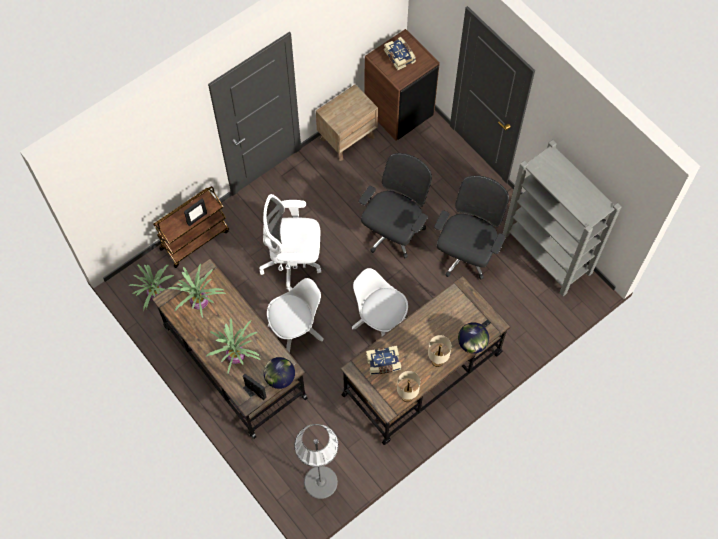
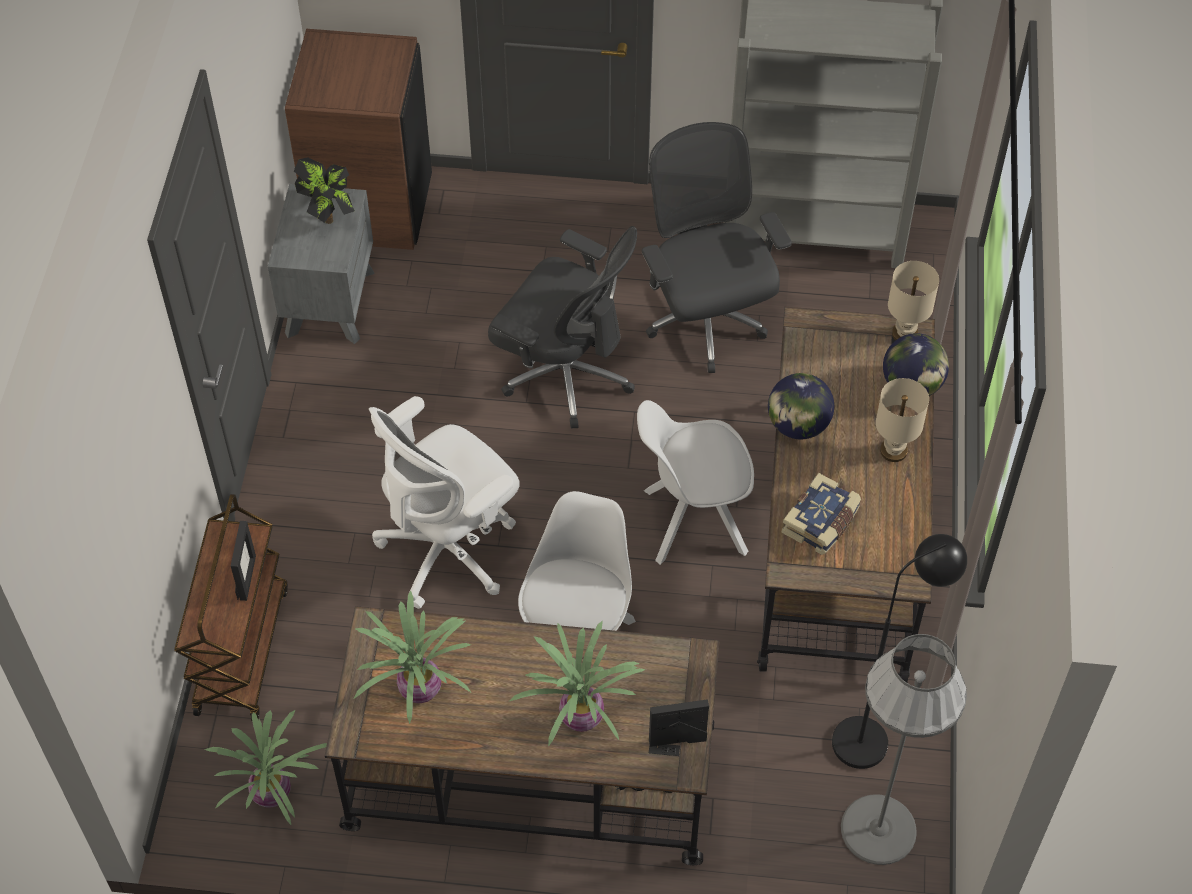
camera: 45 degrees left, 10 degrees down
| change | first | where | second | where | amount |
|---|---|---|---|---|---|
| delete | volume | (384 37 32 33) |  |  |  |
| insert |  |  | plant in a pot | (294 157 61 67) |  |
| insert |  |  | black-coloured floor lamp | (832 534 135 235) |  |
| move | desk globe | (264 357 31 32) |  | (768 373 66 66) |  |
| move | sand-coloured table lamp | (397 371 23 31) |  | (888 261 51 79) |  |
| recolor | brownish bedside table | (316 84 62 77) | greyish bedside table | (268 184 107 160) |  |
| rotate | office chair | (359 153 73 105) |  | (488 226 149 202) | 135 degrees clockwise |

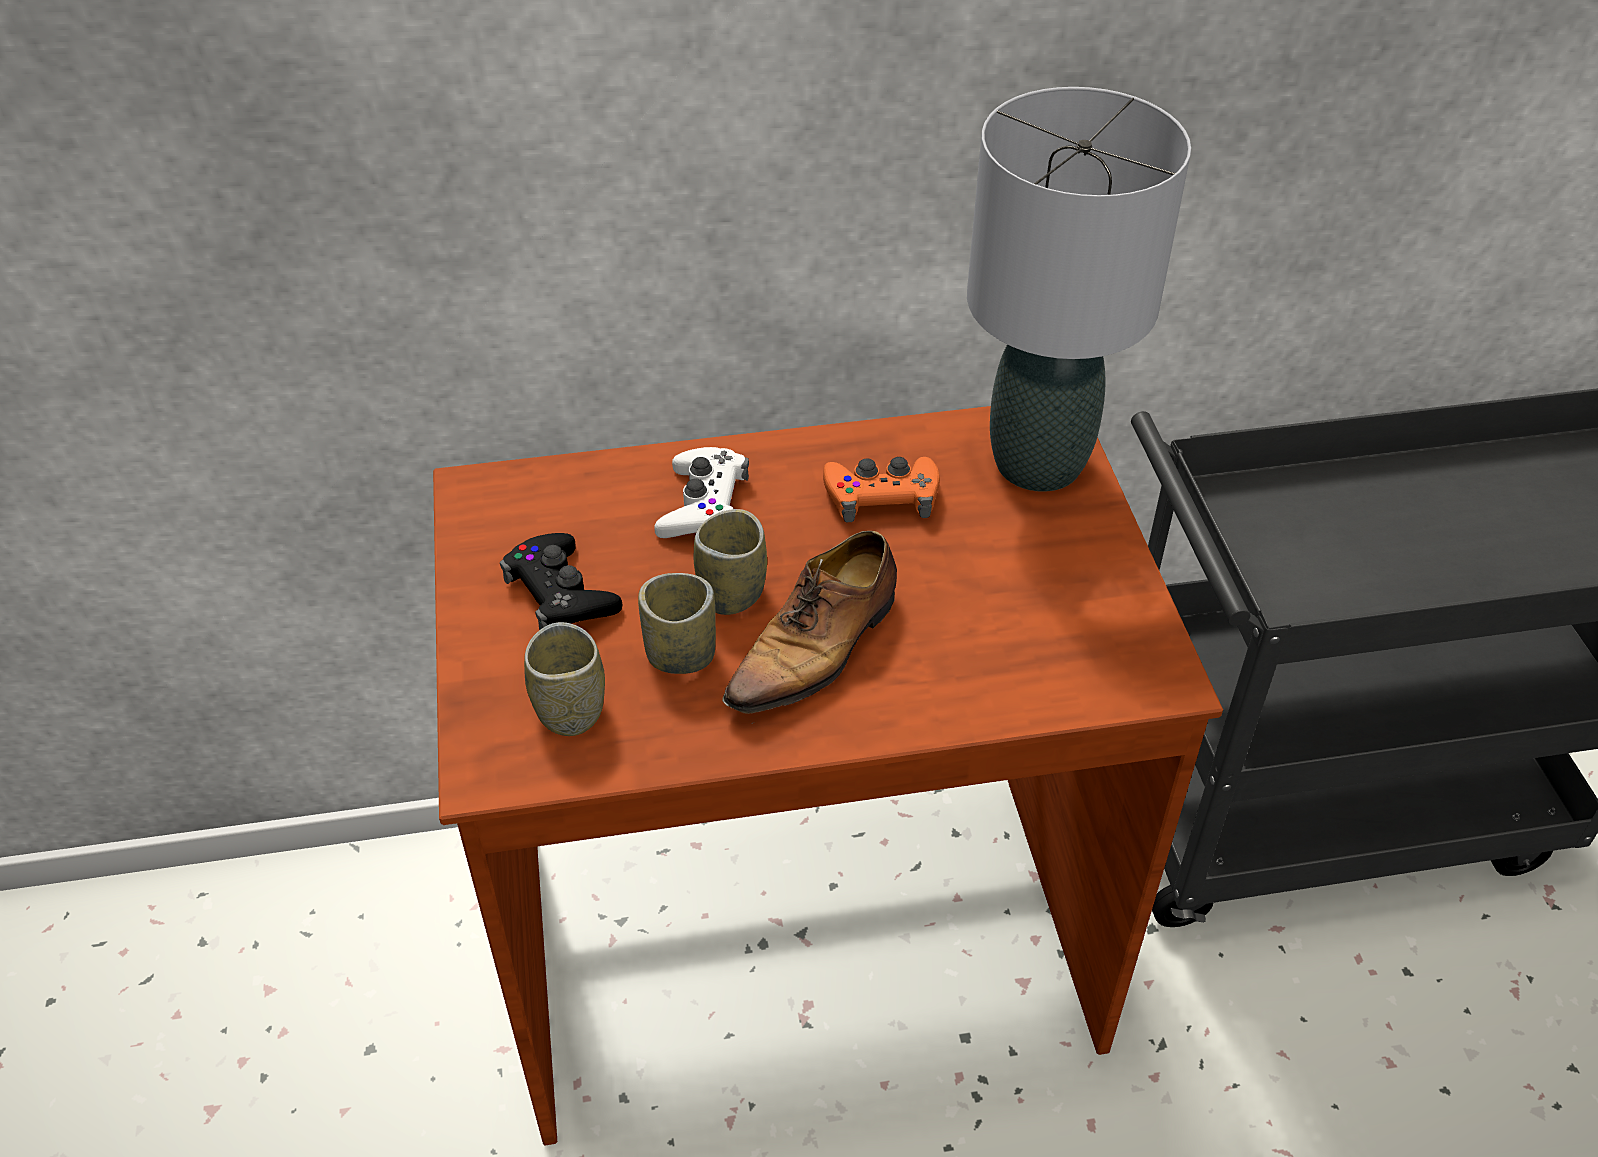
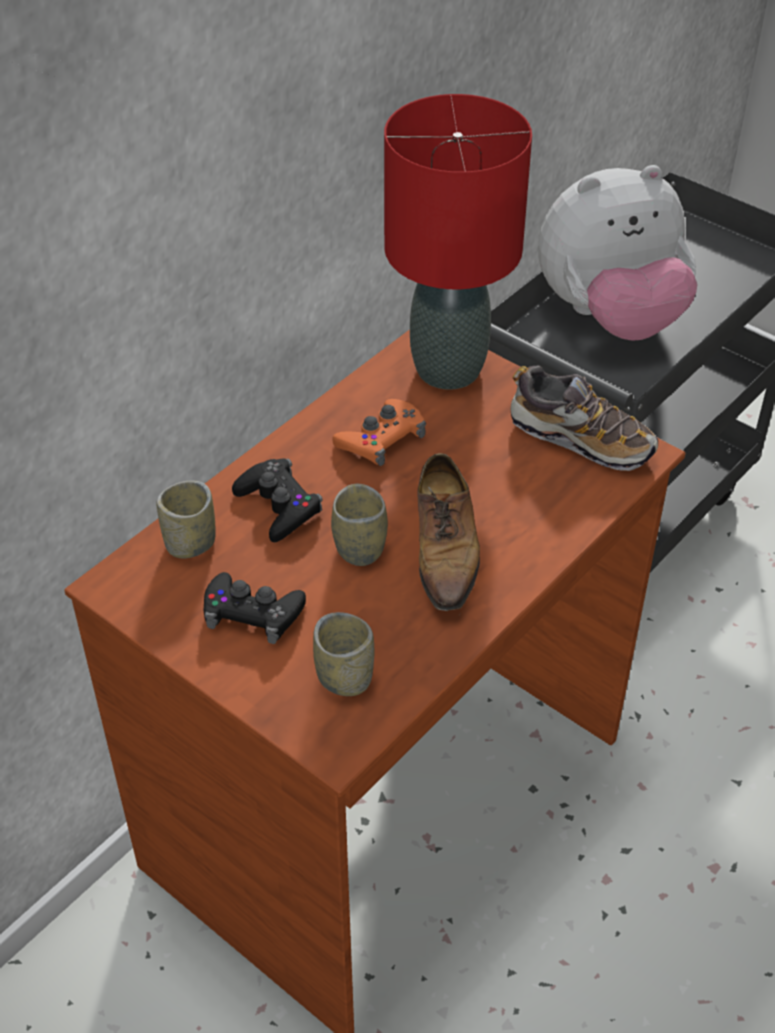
camera: 40 degrees left, 0 degrees up
| change | first | where | second | where | amount |
|---|---|---|---|---|---|
| insert |  |  | shoe | (511 366 147 105) |  |
| insert |  |  | plush toy | (538 165 159 176) |  |
| move | drinking cup | (638 573 78 101) |  | (157 481 59 77) |  |
| recolor | white-coloured joypad | (654 447 95 91) | black-coloured joypad | (232 458 91 84) |  |
| recolor | greyish table lamp | (967 87 224 405) | red table lamp | (384 94 148 296) |  |

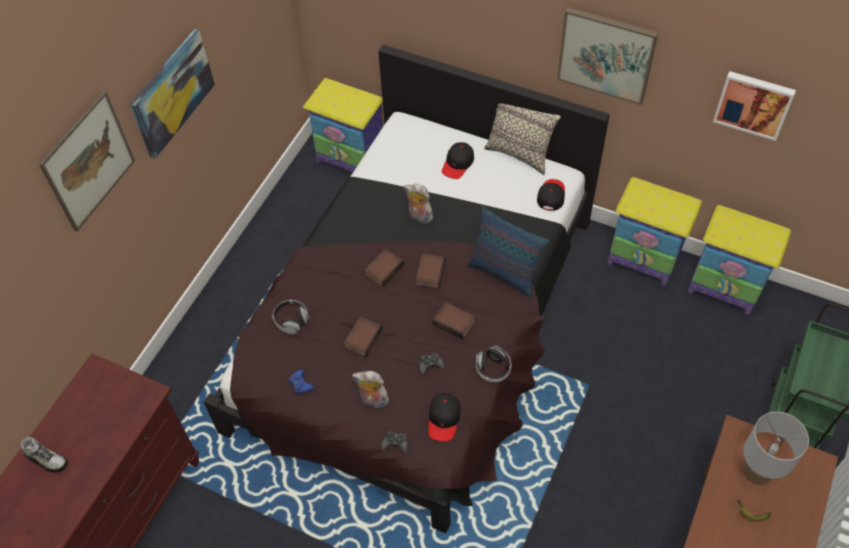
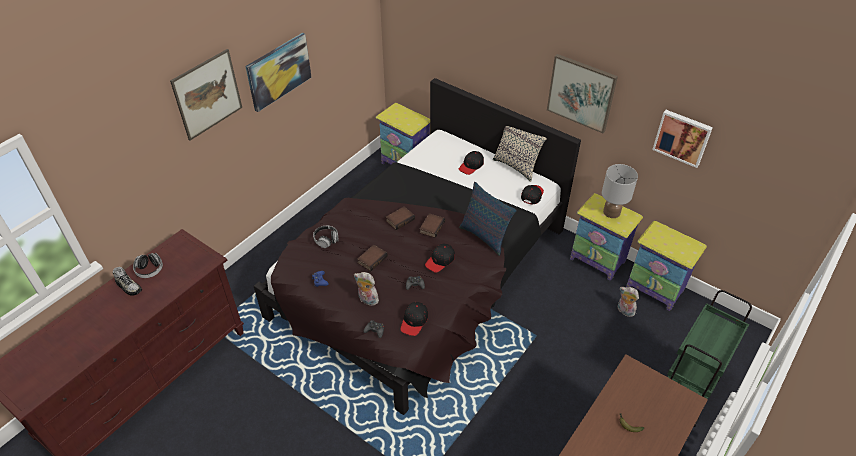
camera: 10 degrees right, 10 degrees down
| change | first | where | second | where | amount |
|---|---|---|---|---|---|
| move | plush toy | (404 184 29 39) |  | (618 287 21 30) |  |
| move | headphones | (475 345 36 37) |  | (133 253 30 25) |  |
| move | greyish table lamp | (743 412 66 73) |  | (602 164 36 54) |  |
| replace | volume | (433 302 42 37) | black-coloured cap | (425 244 30 29) |  |

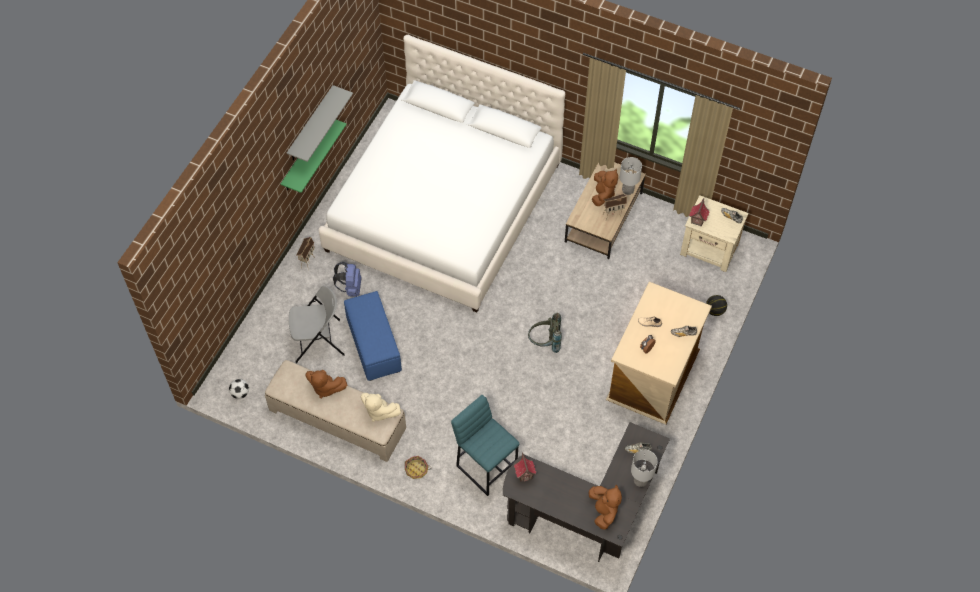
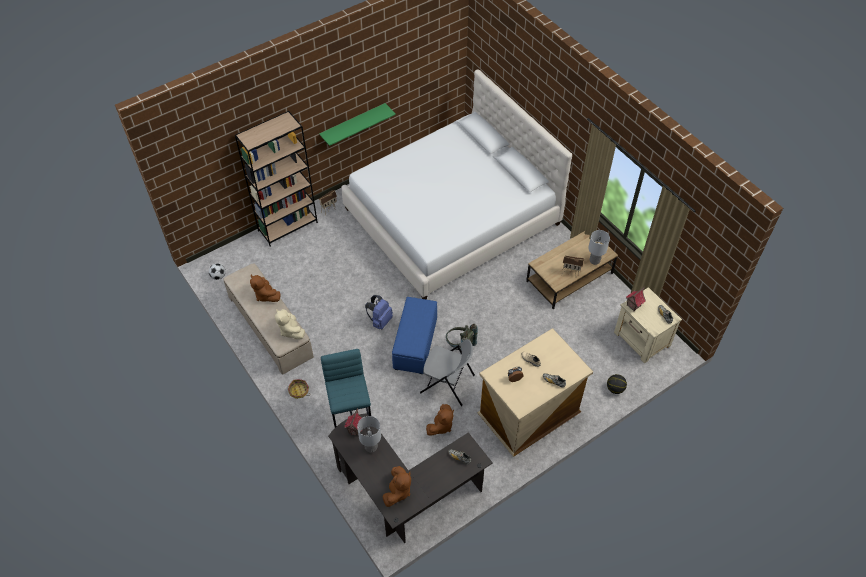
camera: 30 degrees right, 5 degrees down
| change | first | where | second | where | amount |
|---|---|---|---|---|---|
| delete | greyish shelf | (287 85 66 77) |  |  |  |
| insert |  |  | sand-coloured bookshelf | (235 111 83 136) |  |
| move | greyish upright chair | (289 286 56 77) |  | (420 339 55 68) |  |
| move | blue-coloured rucksack | (333 262 28 35) |  | (365 295 28 34) |  |
| move | blue-coloured footrest | (344 291 58 90) |  | (392 297 45 77) |  |
| move | brownish plush toy | (592 169 26 37) |  | (426 404 28 32) |  |
| move | greyish table lamp | (631 450 26 37) |  | (357 416 24 36) |  |

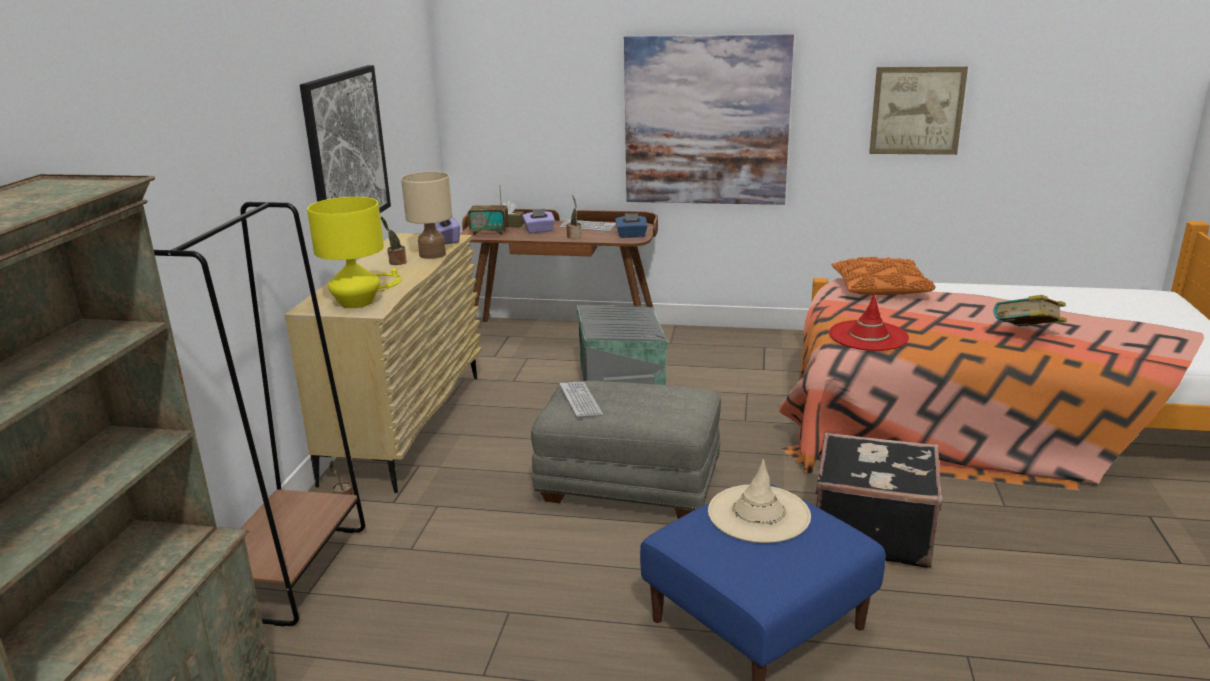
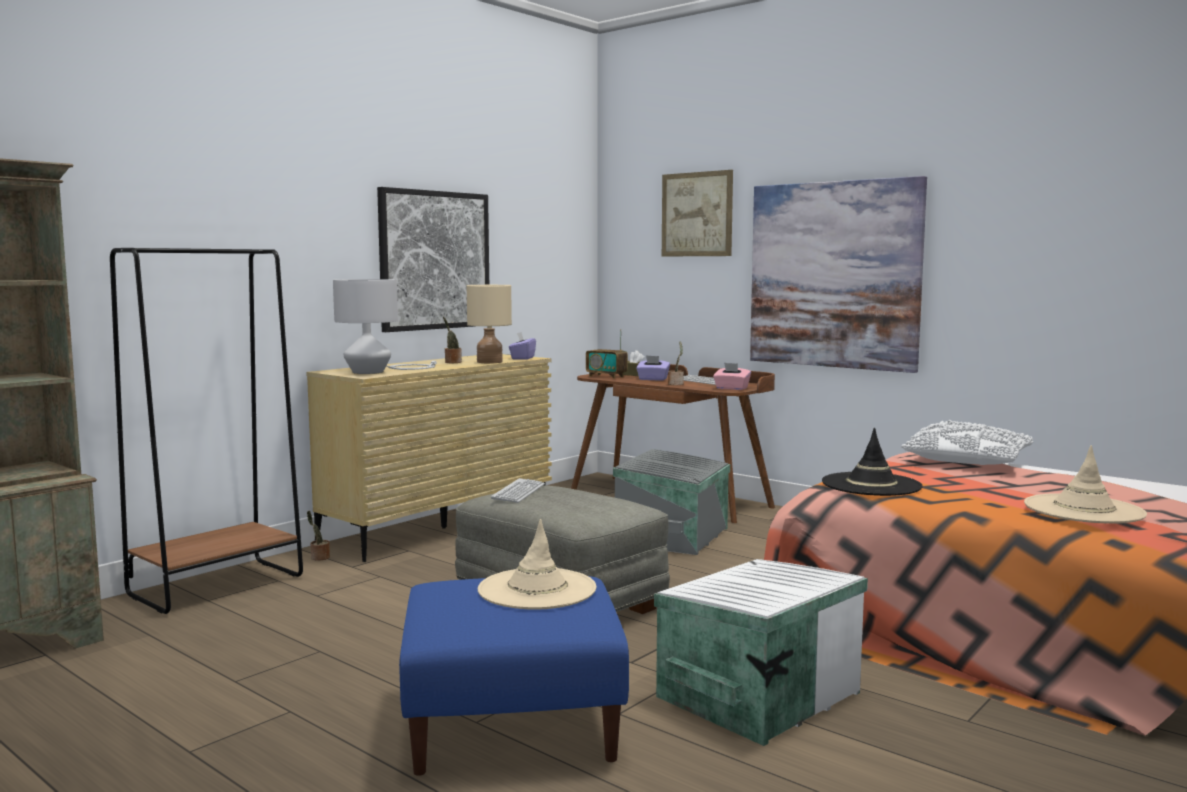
camera: 30 degrees right, 15 degrees down
| change | first | where | second | where | amount |
|---|---|---|---|---|---|
| move | wall picture | (869 66 99 89) |  | (662 170 71 86) |  |
| replace | black-coloured piece of luggage | (816 432 127 136) | white-coloured storage container | (654 559 214 187) |  |
| replace | volume | (993 295 74 31) | sand-coloured hat | (1024 445 123 79) |  |
| recolor | yellow-coloured table lamp | (307 197 95 111) | greyish table lamp | (333 279 104 95) |  |
| recolor | blue-coloured tissue holder | (615 213 33 25) | pink-coloured tissue holder | (713 363 38 27) |  |
| recolor | red hat | (829 293 80 58) | black-coloured hat | (822 427 101 69) |  |
| recolor | orange throw pillow | (831 257 104 38) | white-coloured throw pillow | (901 420 132 45) |  |

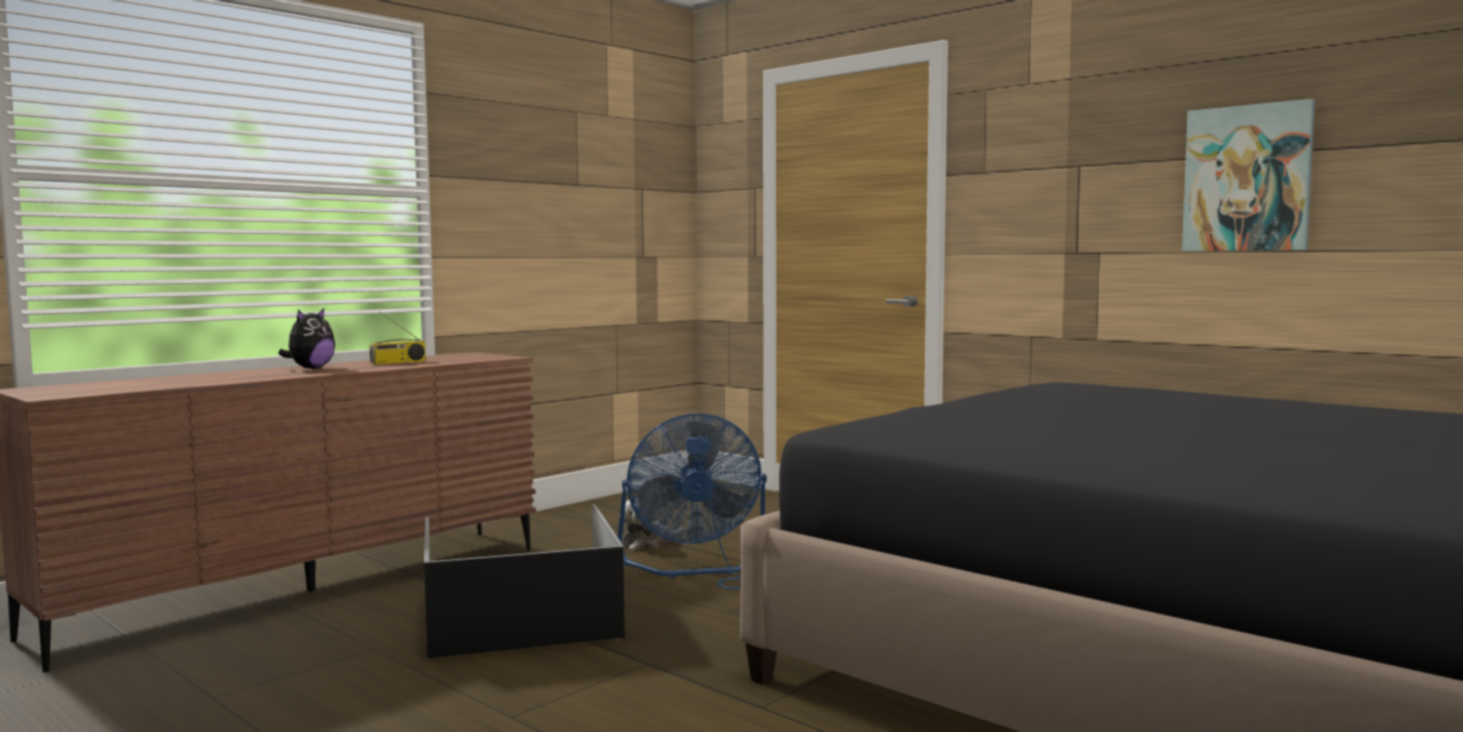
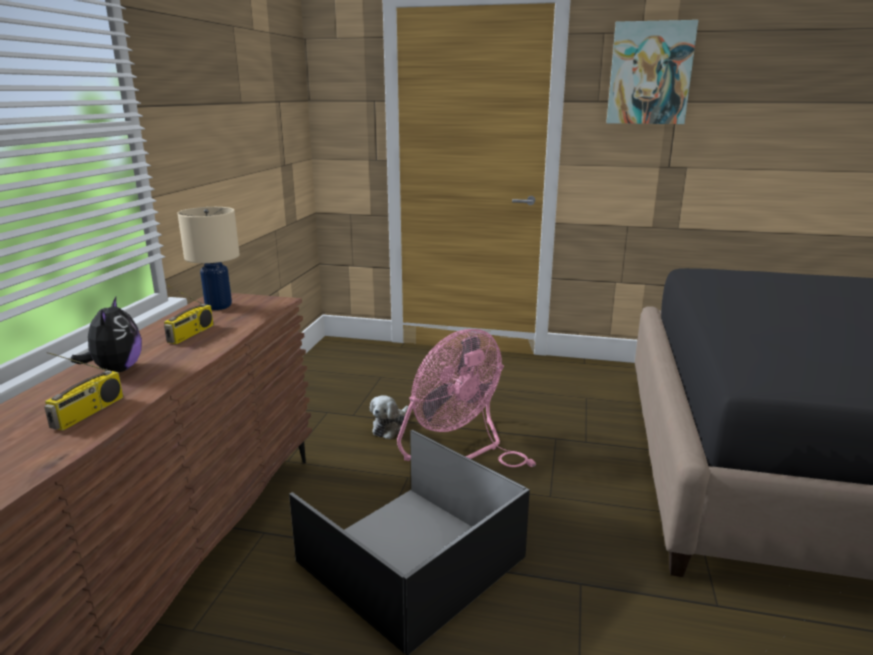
camera: 30 degrees left, 15 degrees up
| change | first | where | second | where | amount |
|---|---|---|---|---|---|
| insert |  |  | radio set | (44 352 79 79) |  |
| insert |  |  | sand-coloured table lamp | (177 207 63 103) |  |
| move | wall picture | (1182 99 133 152) |  | (606 20 92 104) |  |
| recolor | blue-coloured electric fan | (617 413 150 176) | pink-coloured electric fan | (397 329 139 138) |  |

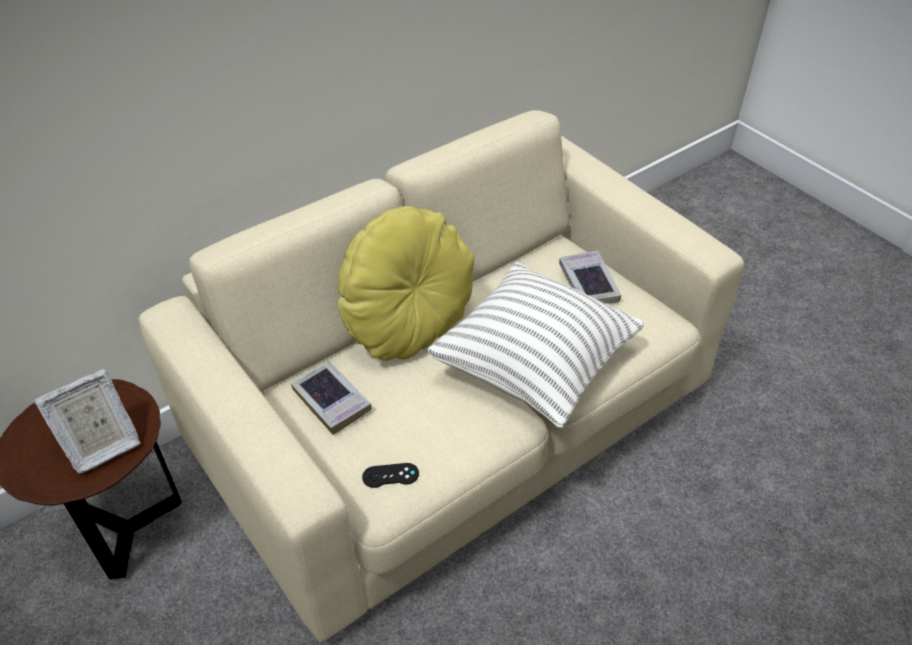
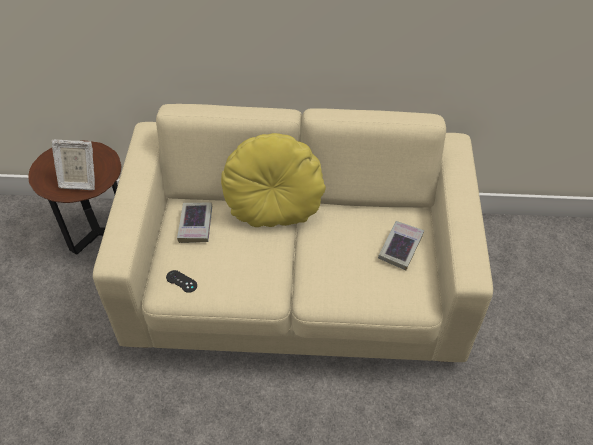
camera: 40 degrees right, 5 degrees up
| change | first | where | second | where | amount |
|---|---|---|---|---|---|
| delete | throw pillow | (426 262 218 166) |  |  |  |

